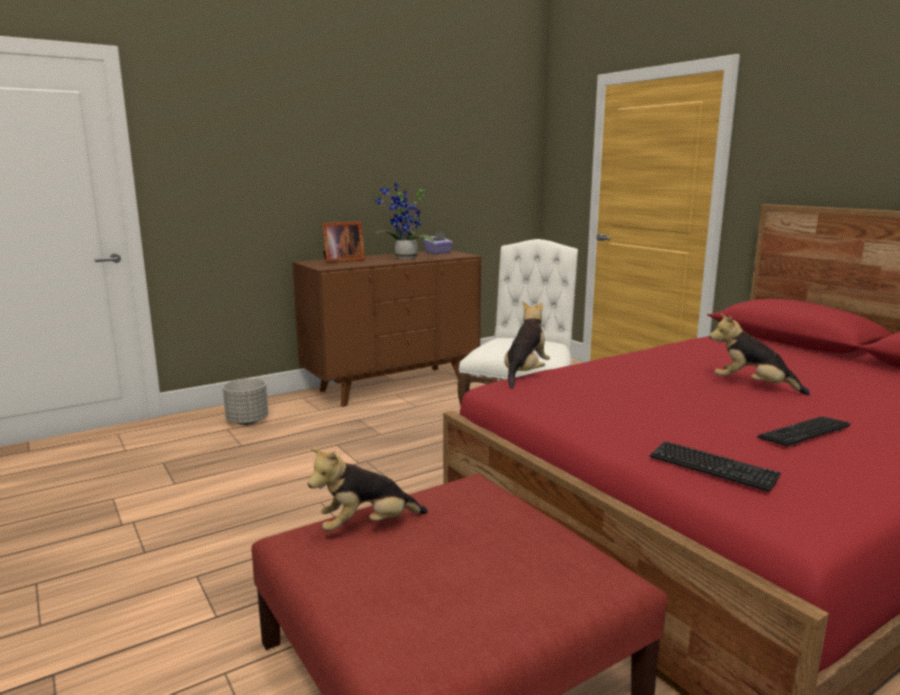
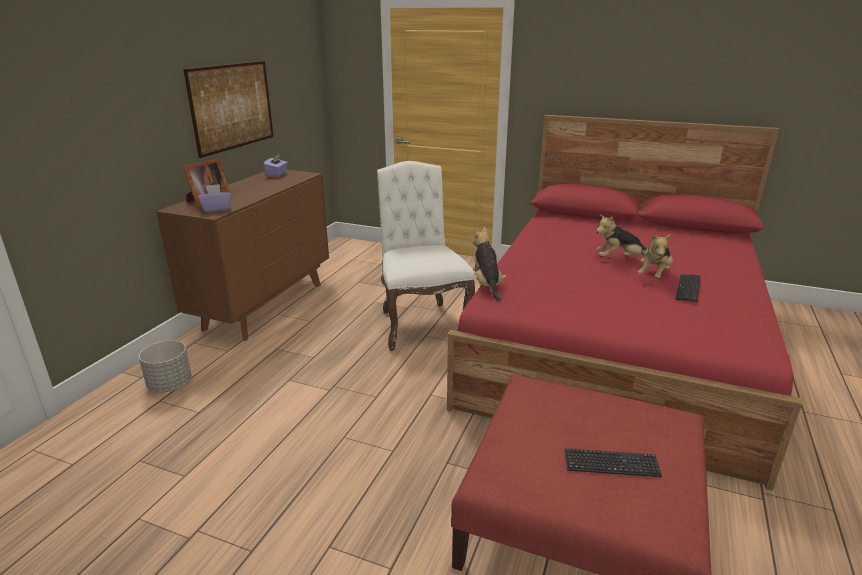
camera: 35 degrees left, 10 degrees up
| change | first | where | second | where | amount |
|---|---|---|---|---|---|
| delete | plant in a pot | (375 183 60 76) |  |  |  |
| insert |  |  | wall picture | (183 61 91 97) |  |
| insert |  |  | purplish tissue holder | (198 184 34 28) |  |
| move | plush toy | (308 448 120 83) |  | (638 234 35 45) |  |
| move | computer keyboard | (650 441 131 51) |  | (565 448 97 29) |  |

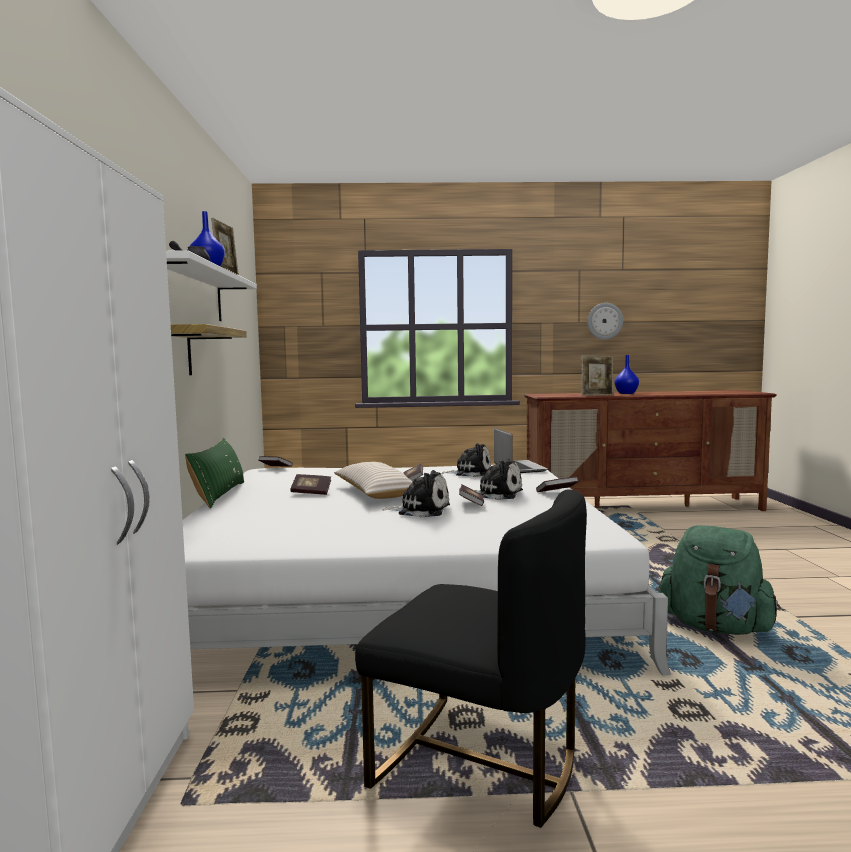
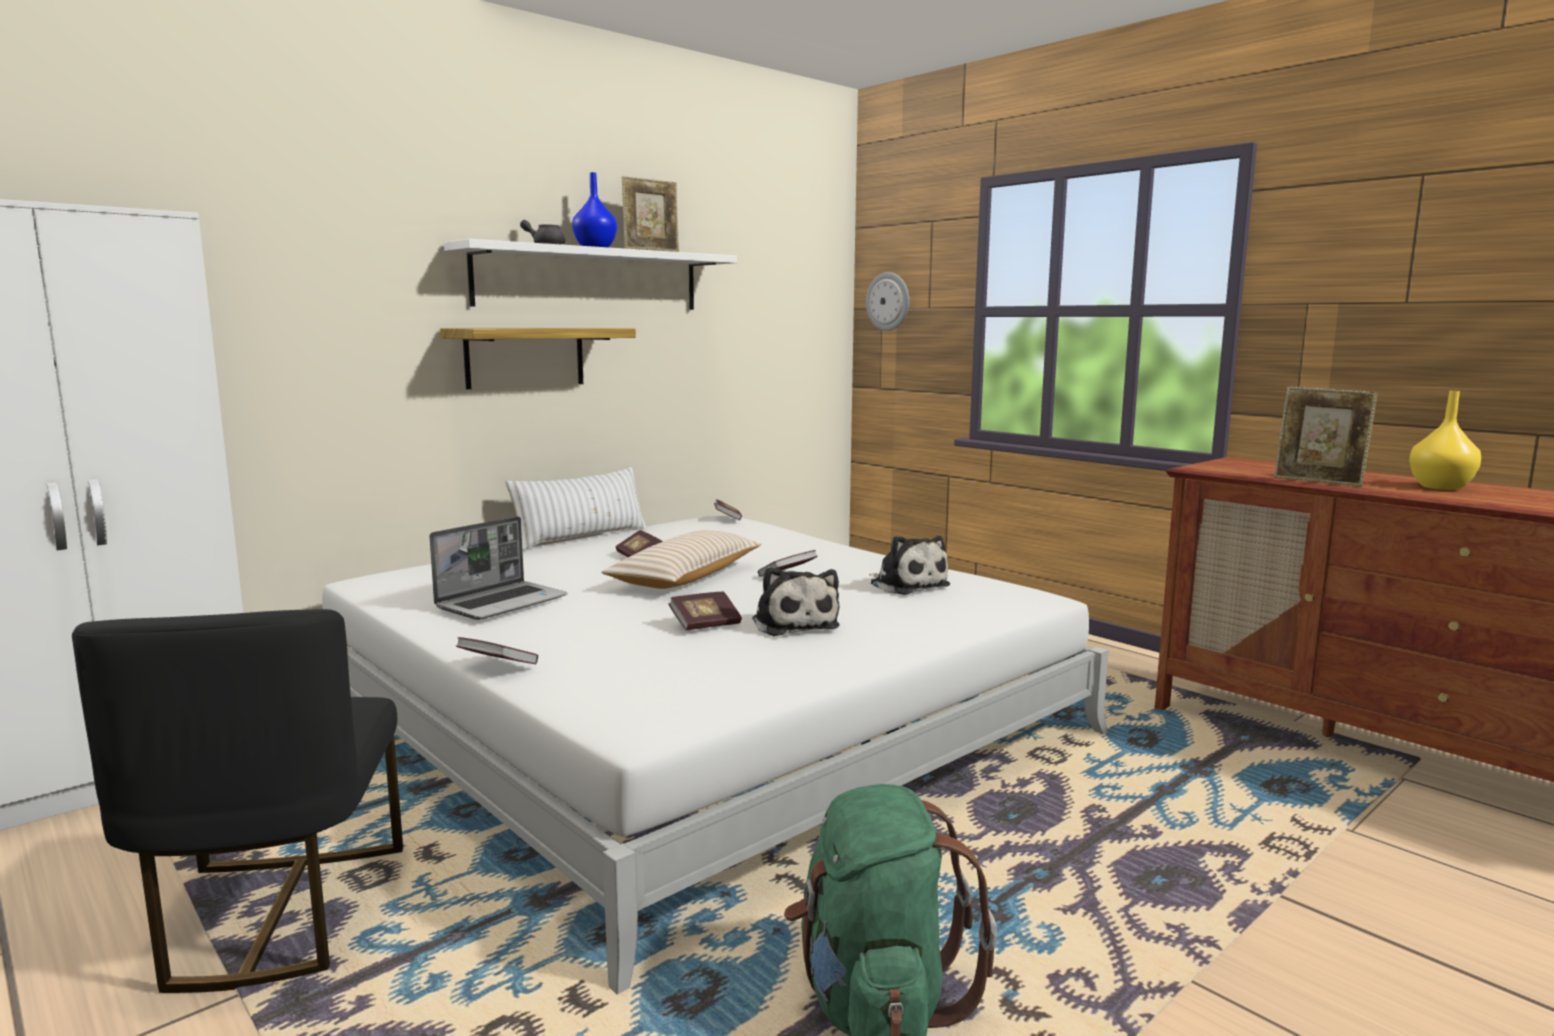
camera: 50 degrees right, 5 degrees up
| change | first | where | second | where | amount |
|---|---|---|---|---|---|
| delete | plush toy | (382 470 68 48) |  |  |  |
| move | laptop | (494 428 54 45) |  | (430 516 138 104) |  |
| move | volume | (536 477 43 15) |  | (455 637 83 27) |  |
| move | wall clock | (587 303 36 37) |  | (866 272 43 59) |  |
| recolor | green throw pillow | (185 438 59 71) | white-coloured throw pillow | (506 467 141 83) |  |
| recolor | blue-coloured flower vase | (614 355 25 39) | yellow-coloured flower vase | (1409 391 72 99) |  |

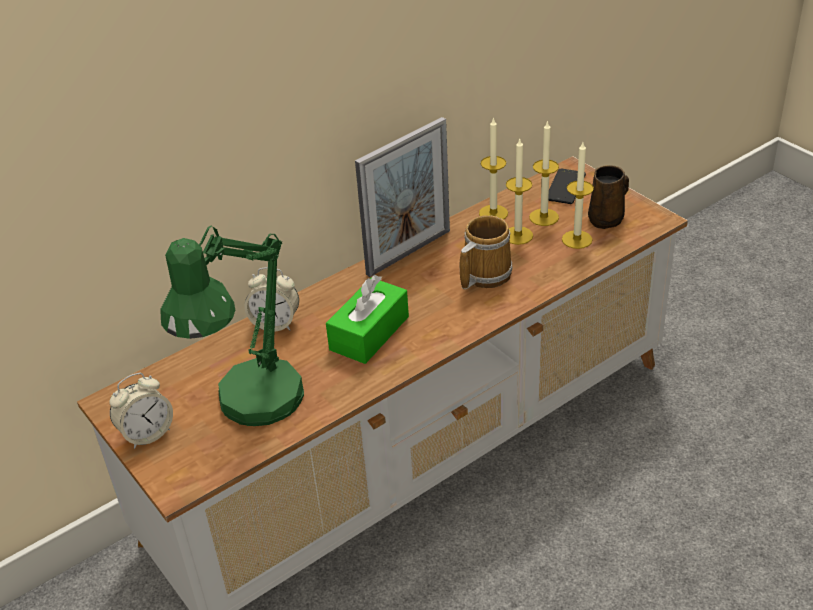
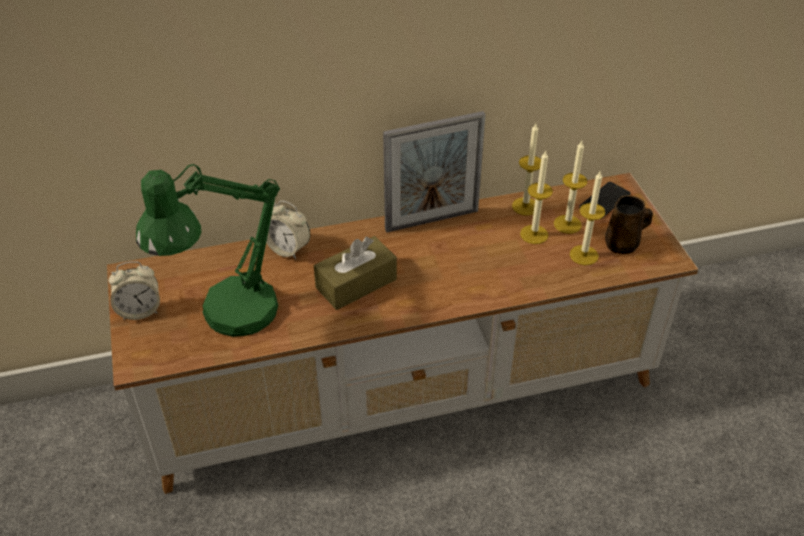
camera: 20 degrees right, 5 degrees up
| change | first | where | second | where | amount |
|---|---|---|---|---|---|
| delete | mug | (460 215 53 74) |  |  |  |
| recolor | green tissue holder | (326 275 83 89) | brownish tissue holder | (314 236 83 74) |  |

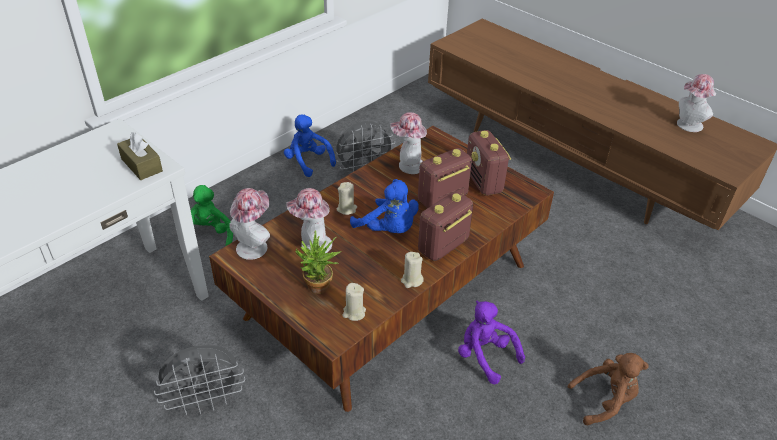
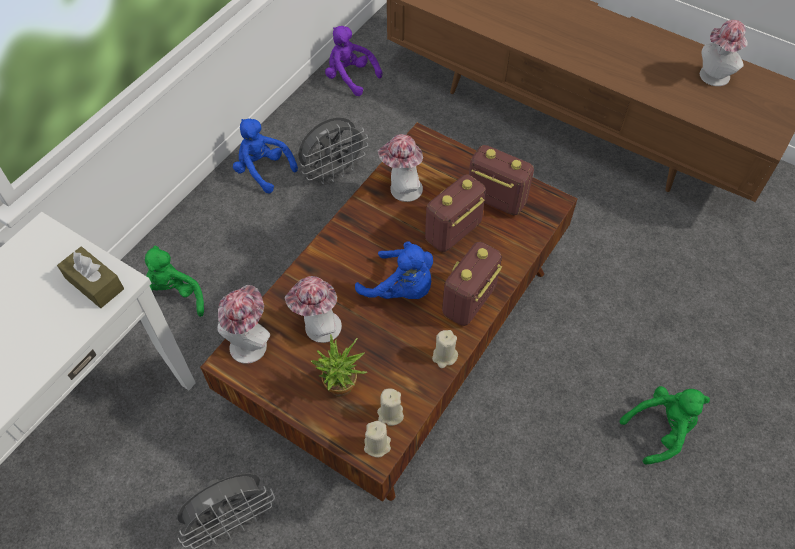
camera: 10 degrees left, 15 degrees up
| change | first | where | second | where | amount |
|---|---|---|---|---|---|
| move | sand-coloured candle | (337 182 20 33) |  | (364 421 27 37) |  |
| move | purplish plush toy | (458 300 67 85) |  | (325 26 57 70) |  |
| recolor | brownish plush toy | (567 353 81 72) | green plush toy | (620 386 90 78) |  |
| rotate | radio set | (467 130 44 66) |  | (469 145 65 70) | 150 degrees clockwise |

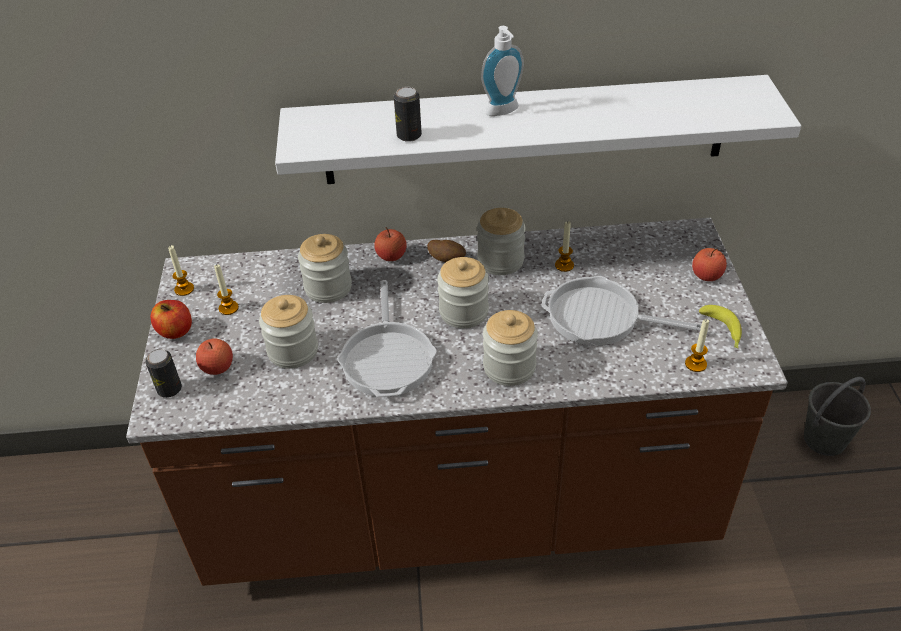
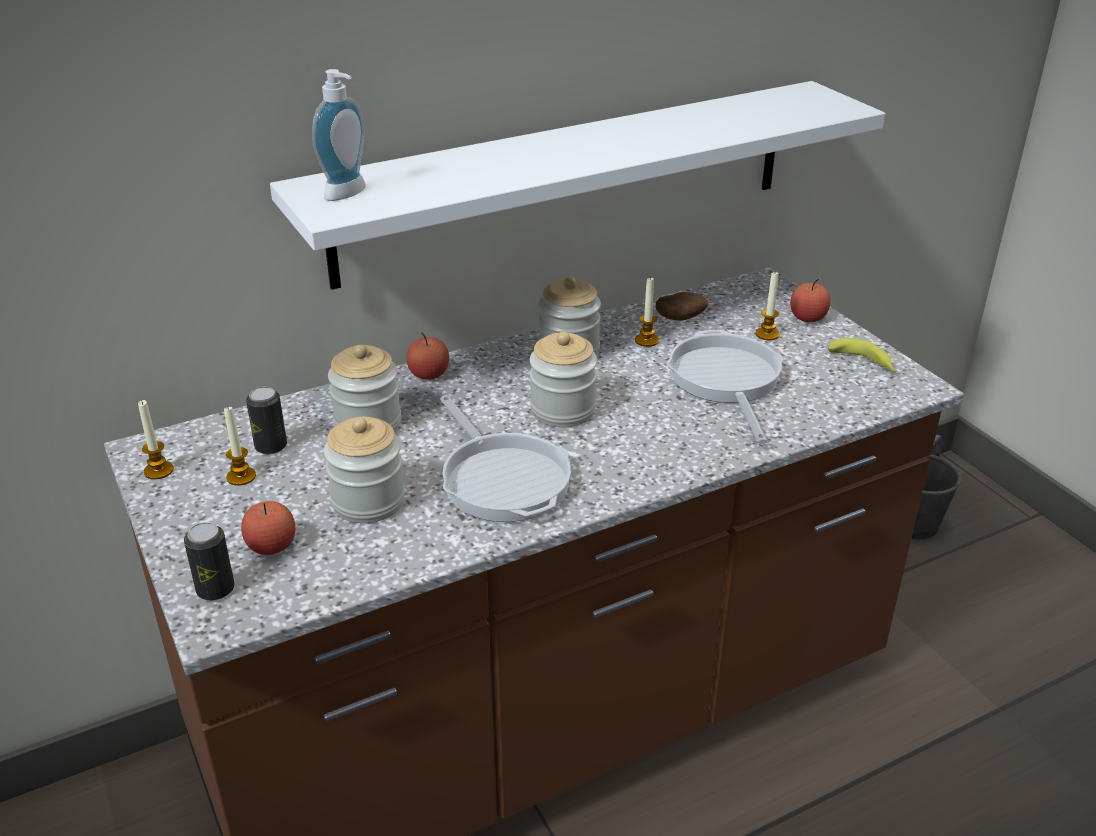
camera: 25 degrees left, 10 degrees down
| change | first | where | second | where | amount |
|---|---|---|---|---|---|
| delete | apple | (151 300 41 39) |  |  |  |
| delete | storage jar | (483 310 55 76) |  |  |  |
| move | sealed can | (394 87 28 55) |  | (246 387 41 67) |  |
| move | potato | (427 240 39 22) |  | (656 292 52 28) |  |
| move | soap bottle | (481 26 43 90) |  | (312 69 54 132) |  |
| move | candle | (685 319 24 53) |  | (756 271 24 69) |  |
| rotate | frying pan | (541 276 160 70) |  | (667 330 117 114) | 90 degrees clockwise |

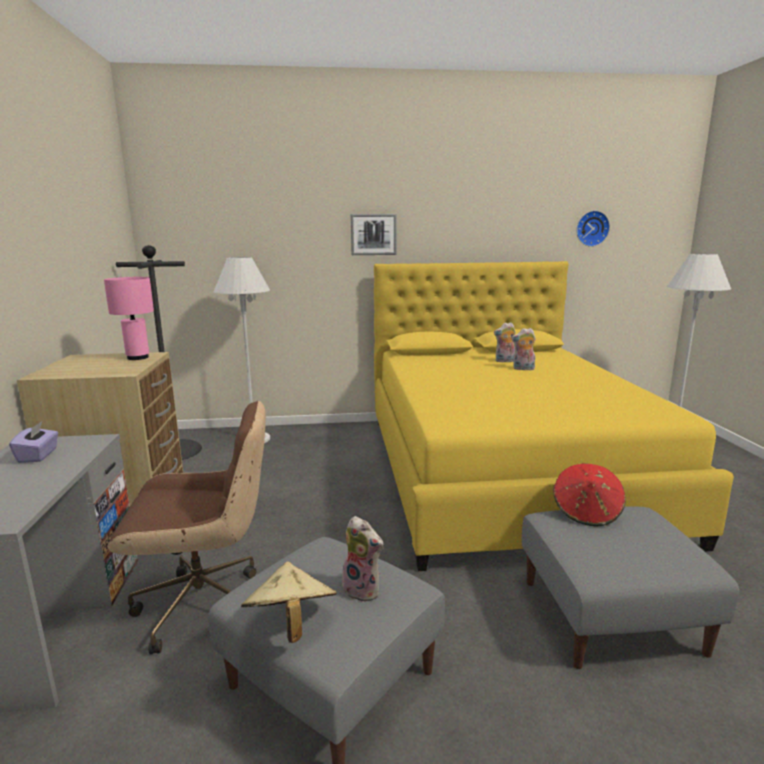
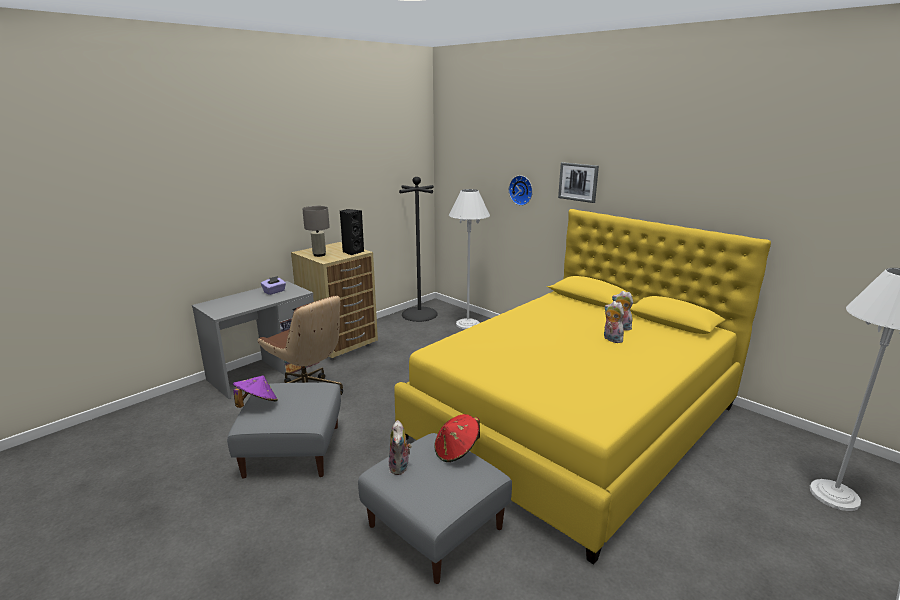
camera: 50 degrees right, 5 degrees up
| change | first | where | second | where | amount |
|---|---|---|---|---|---|
| insert |  |  | greyish table lamp | (303 206 27 51) |  |
| move | plush toy | (342 516 42 87) |  | (389 420 23 55) |  |
| move | wall clock | (576 210 34 37) |  | (509 175 24 31) |  |
| replace | pink-coloured table lamp | (104 277 50 83) | black-coloured loudspeaker | (340 209 24 46) |  |
| recolor | sand-coloured hat | (241 562 96 81) | purplish hat | (233 376 45 32) |  |

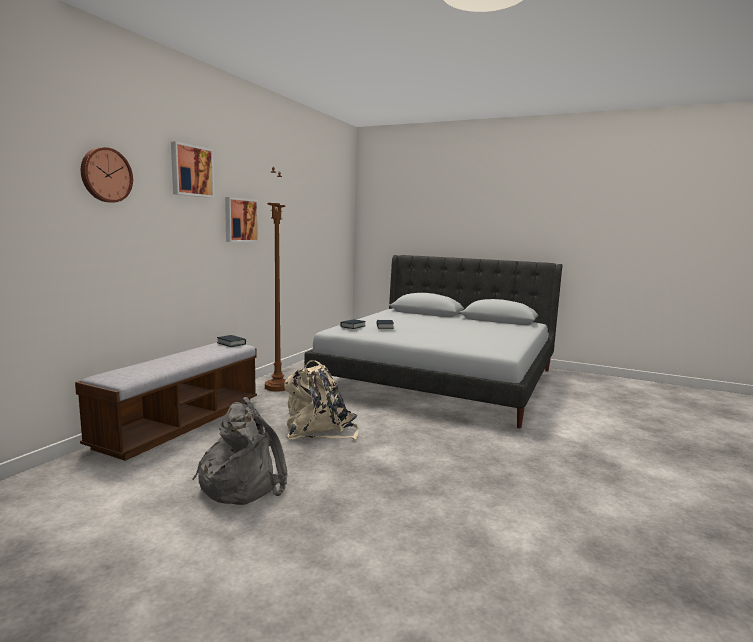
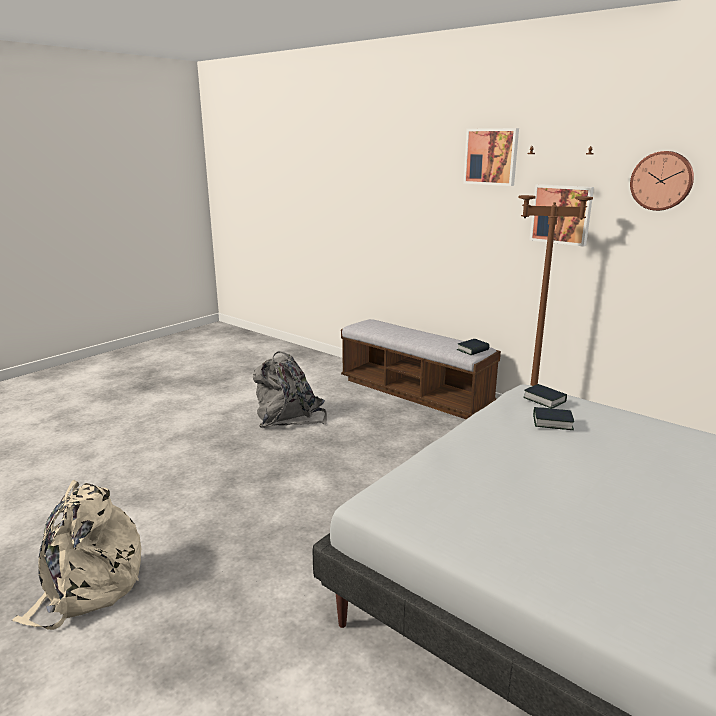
camera: 105 degrees right, 10 degrees up
| change | first | where | second | where | amount |
|---|---|---|---|---|---|
| move | wall clock | (81 147 52 55) |  | (630 151 64 60) |  |
| move | sand-coloured rucksack | (284 360 74 80) |  | (12 480 130 150) |  |

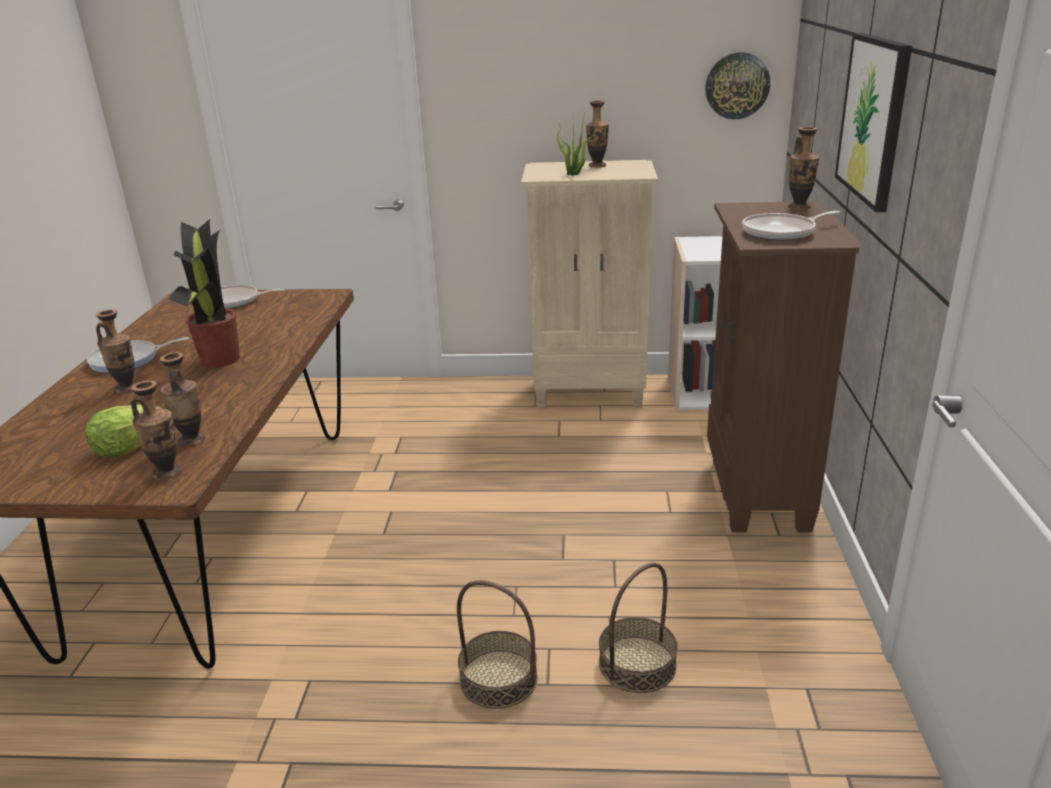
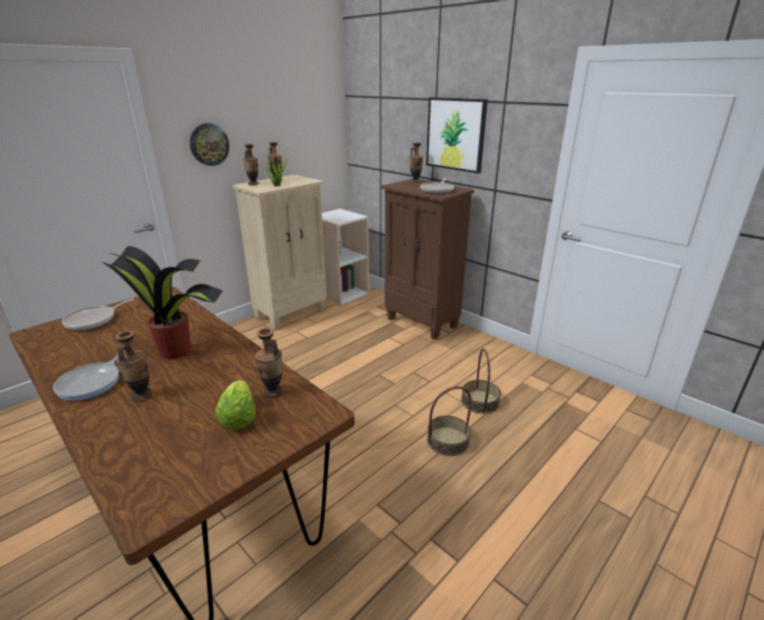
camera: 50 degrees left, 0 degrees up
| change | first | where | second | where | amount |
|---|---|---|---|---|---|
| move | flower vase | (131 381 51 100) |  | (243 144 16 41) |  |
| move | wall clock | (705 52 65 67) |  | (190 123 39 43) |  |

